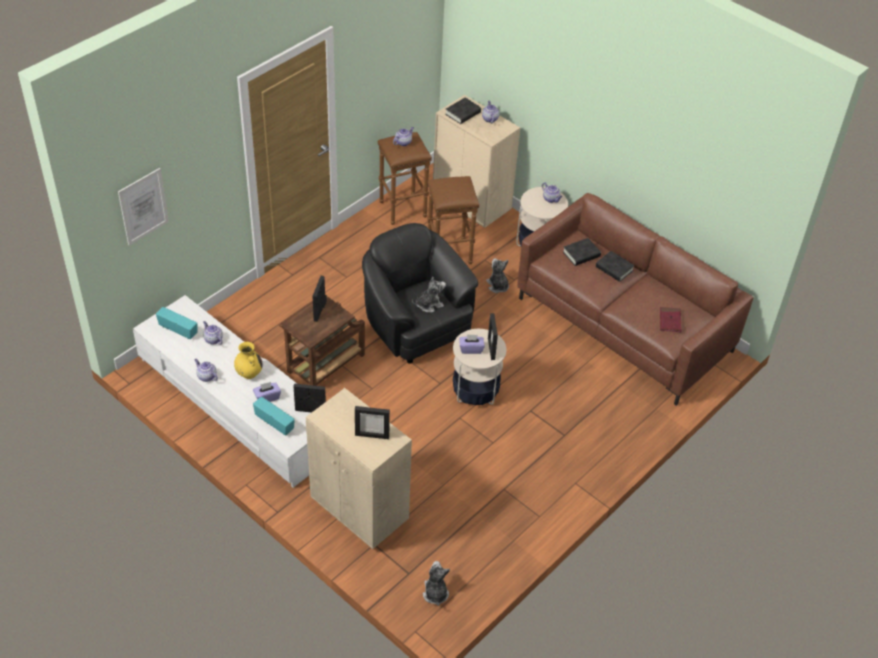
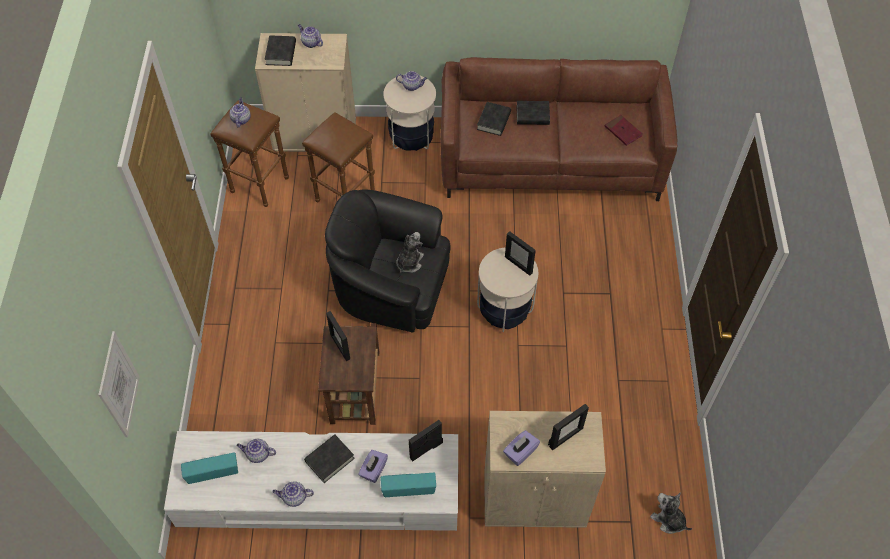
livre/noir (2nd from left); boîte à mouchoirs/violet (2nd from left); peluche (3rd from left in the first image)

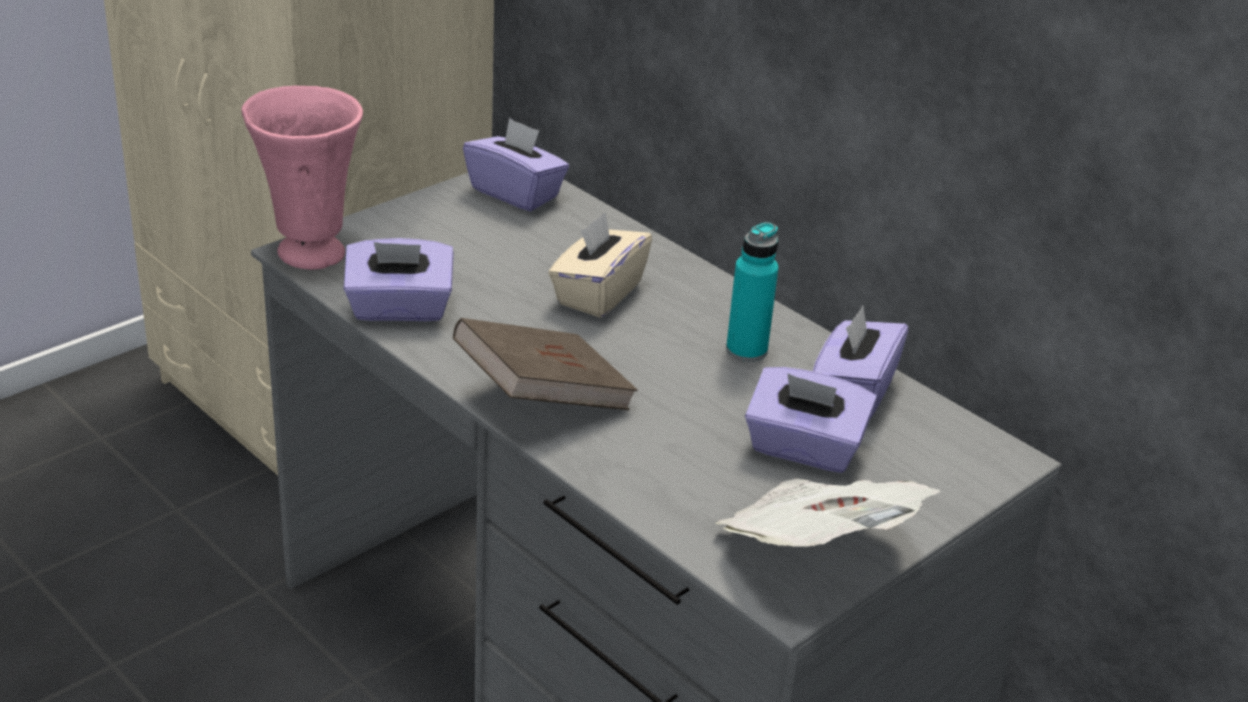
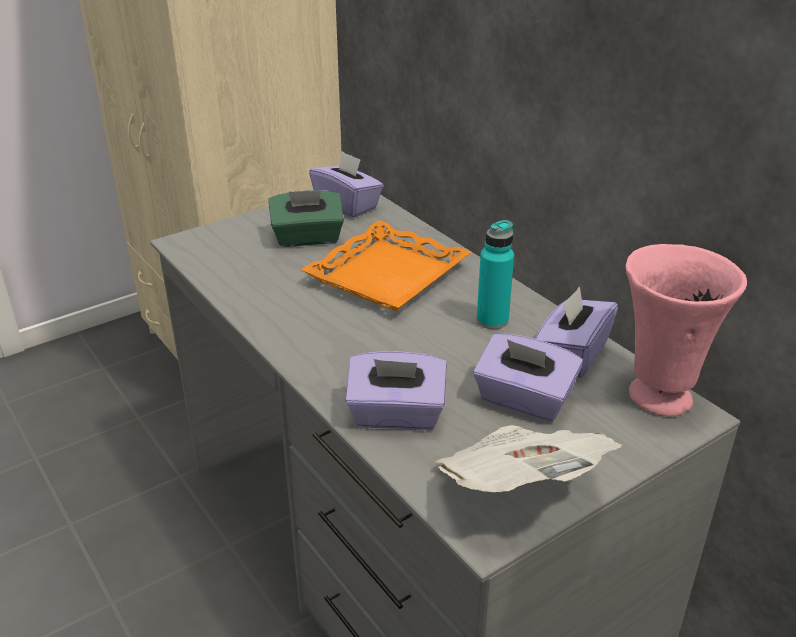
vase/rose; boîte à mouchoirs/violet (2nd from left); livre/marron; plateau/orange; boîte à mouchoirs/vert

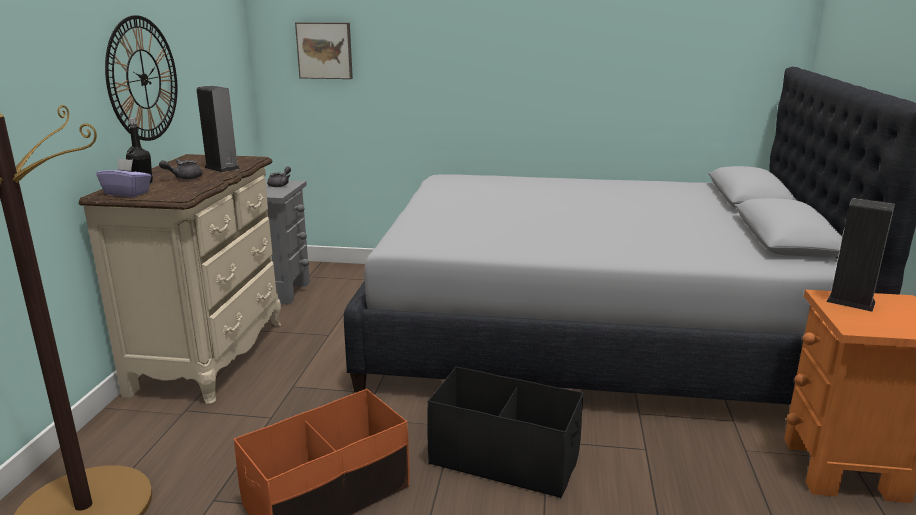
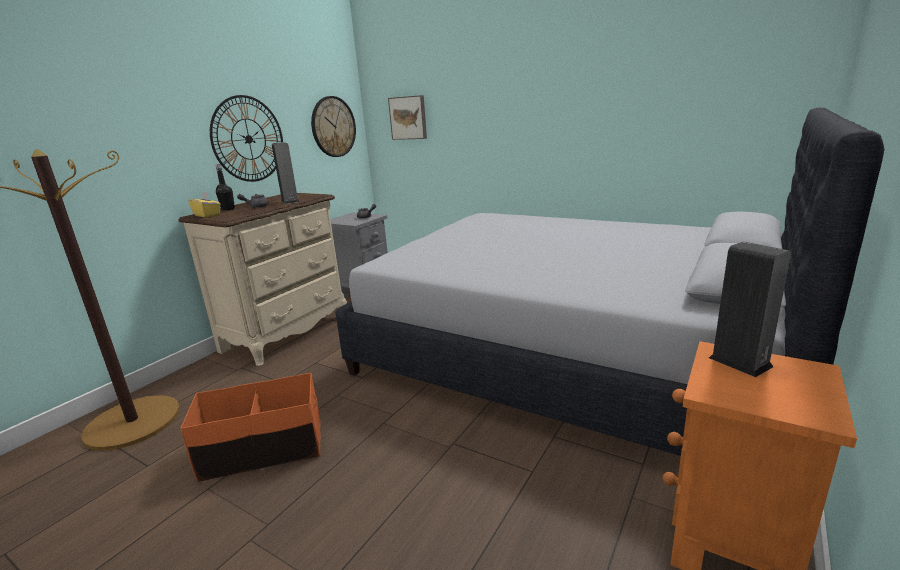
boîte à mouchoirs/jaune; boîte de rangement/noir; horloge murale (2nd from left)

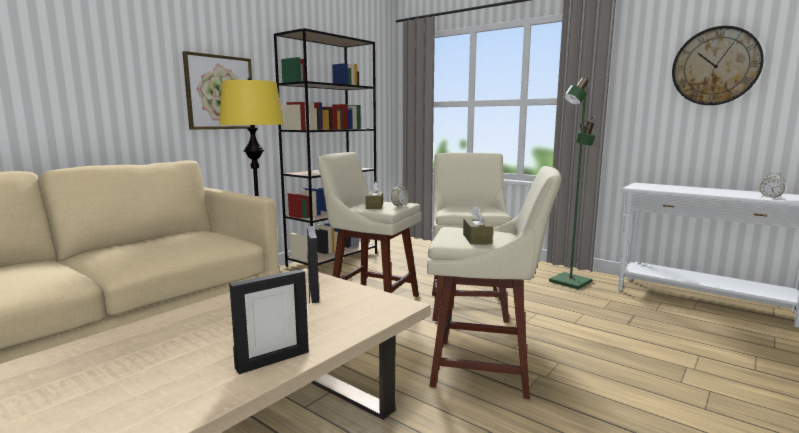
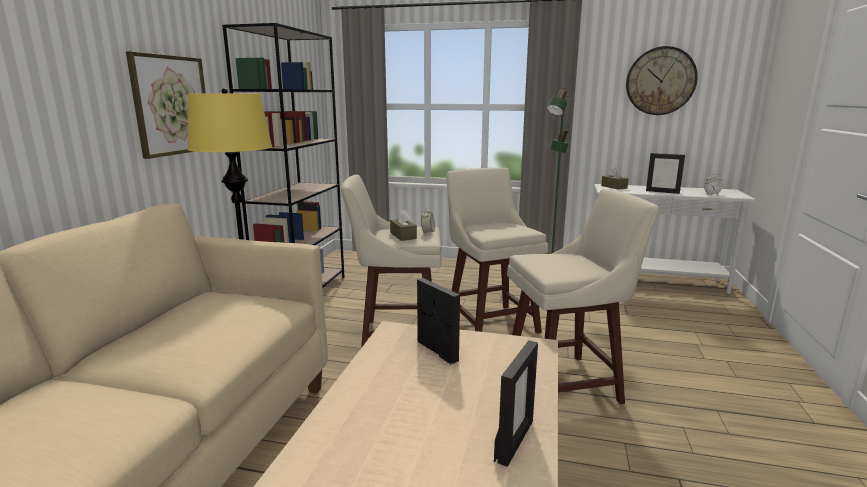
boîte à mouchoirs/marron (2nd from left); cadre photo (3rd from left)

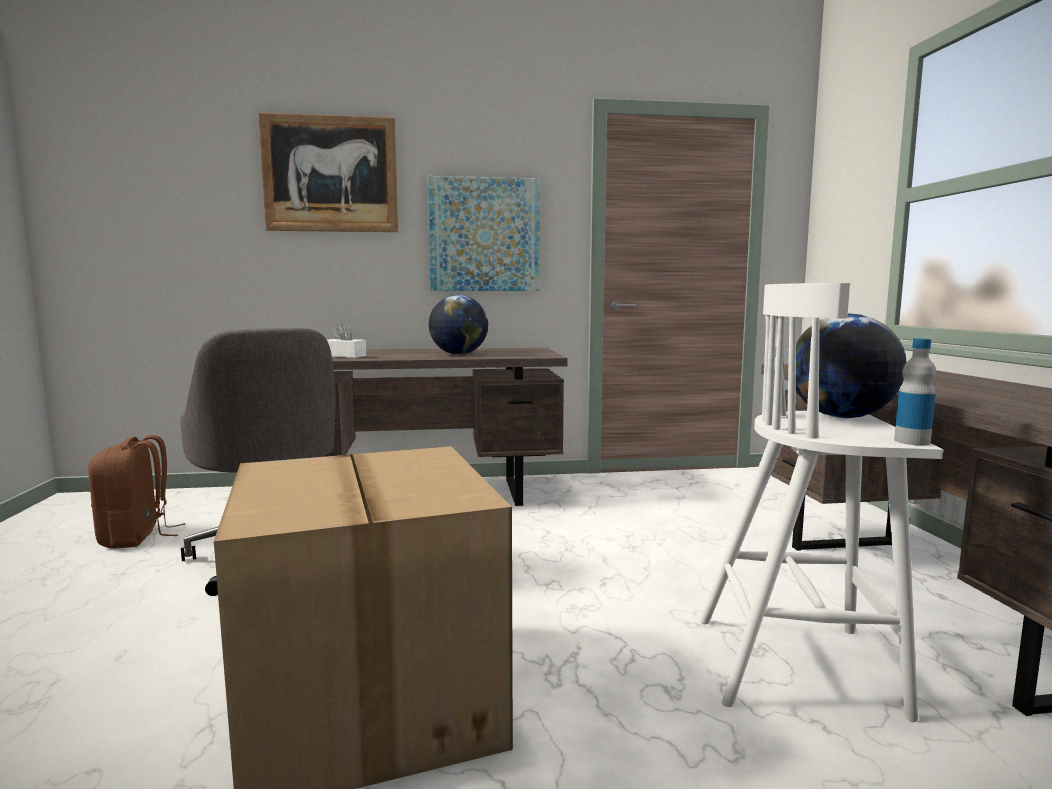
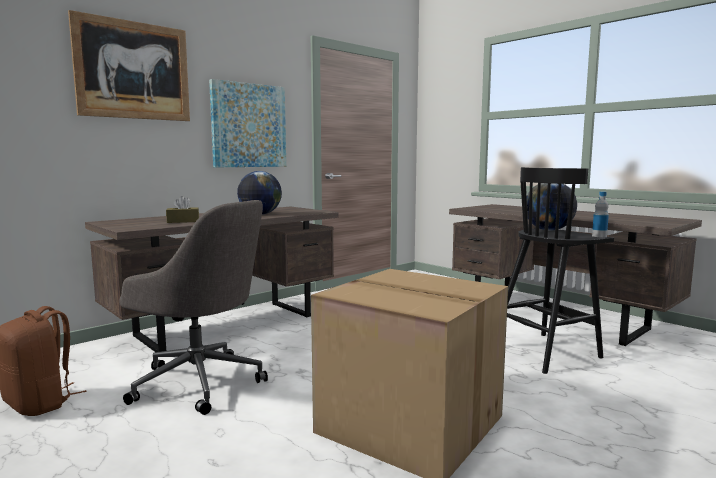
boîte à mouchoirs/marron; tabouret/noir

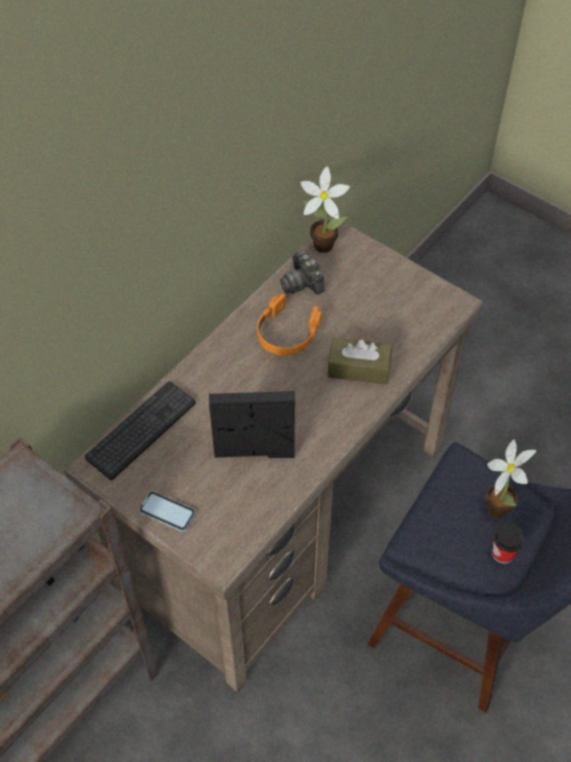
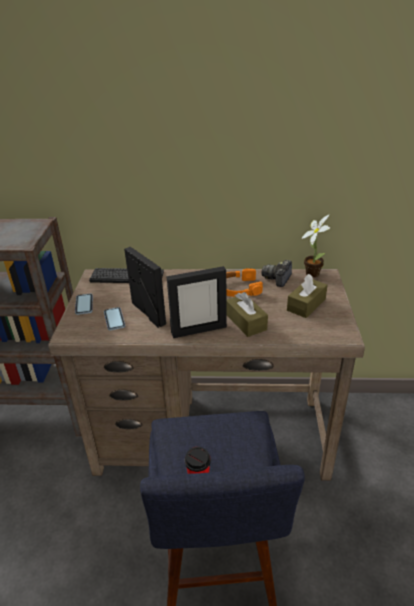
plante en pot (2nd from left in the first image); téléphone (2nd from left); cadre photo (2nd from left); boîte à mouchoirs/marron (2nd from left)

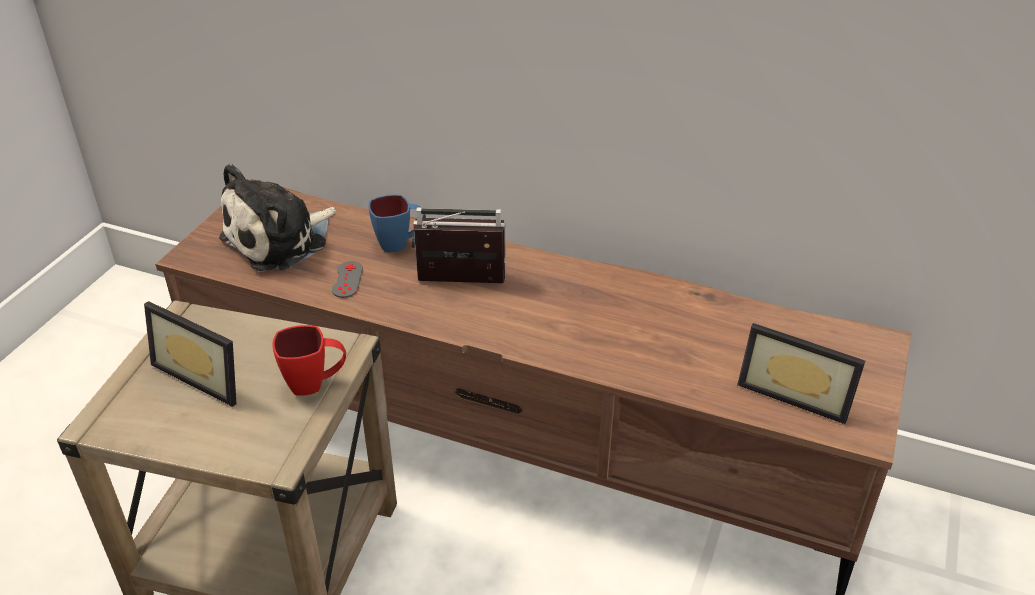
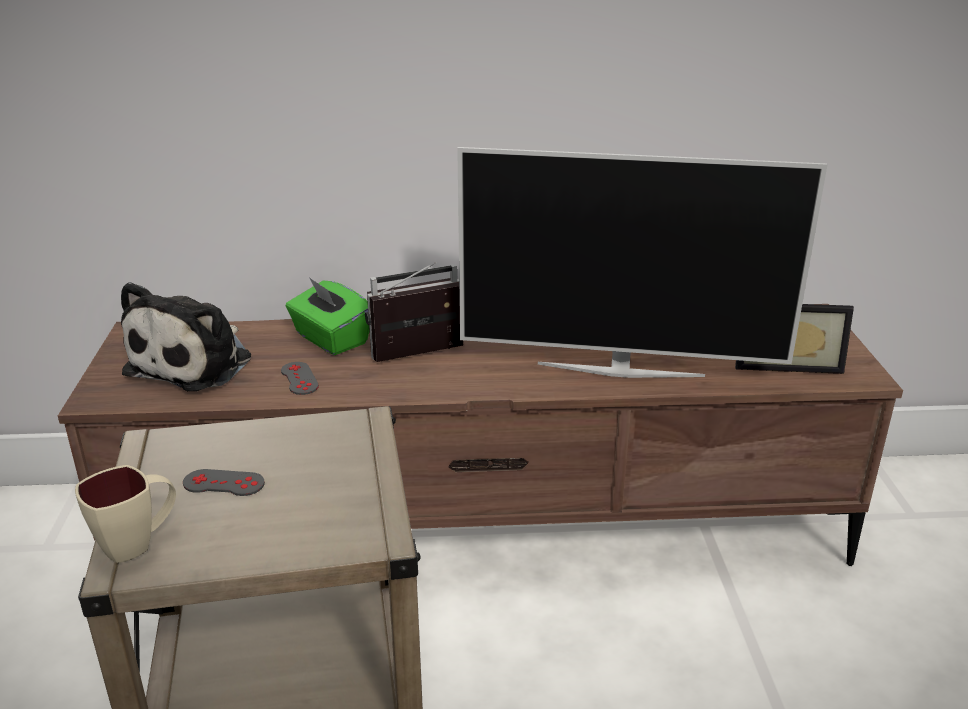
manette/gris (1st from left); mug/rouge; boîte à mouchoirs/vert; mug/beige; téléviseur

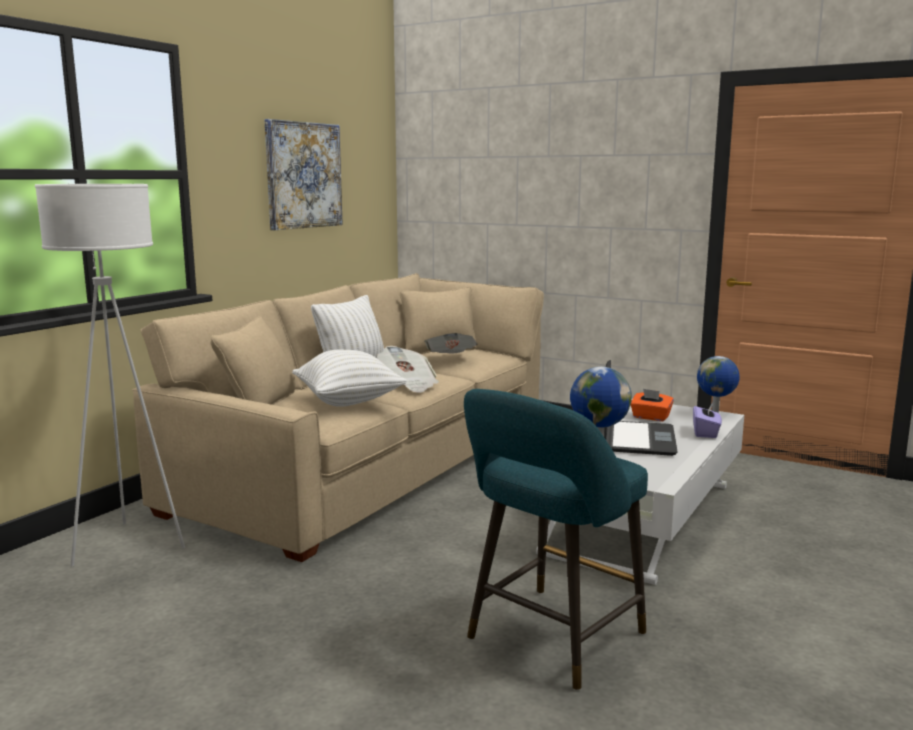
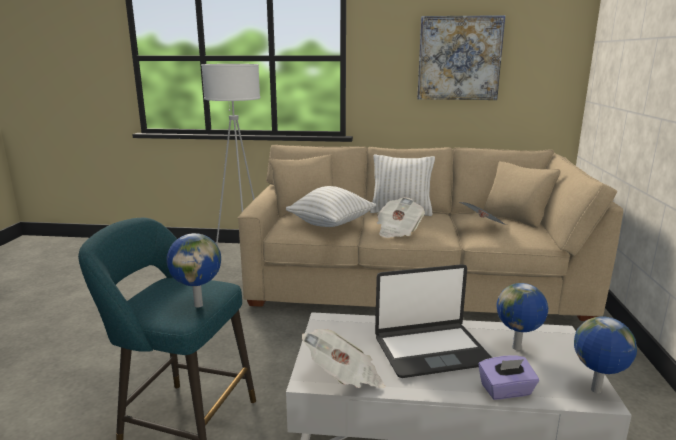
globe (2nd from left); journal (1st from left)

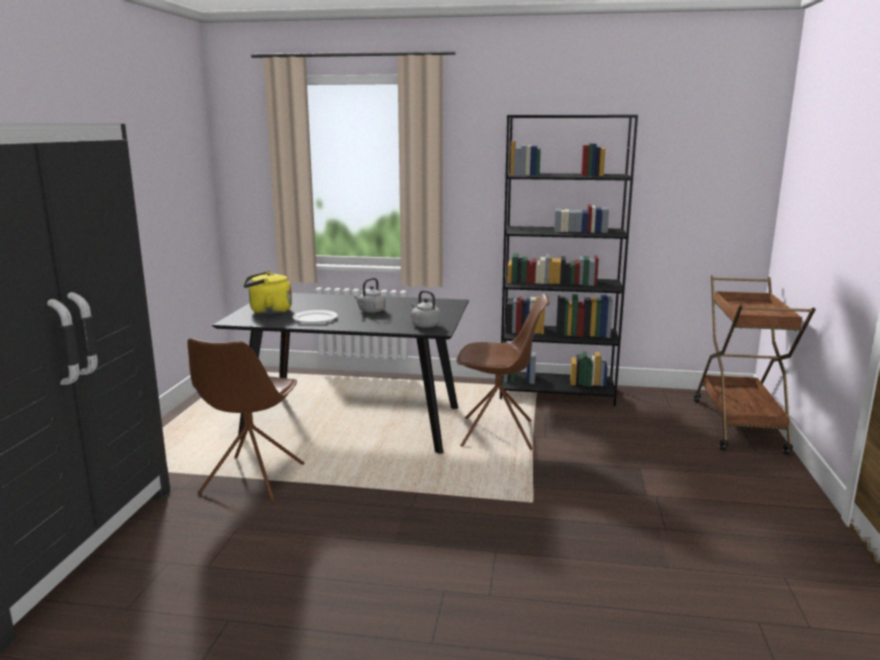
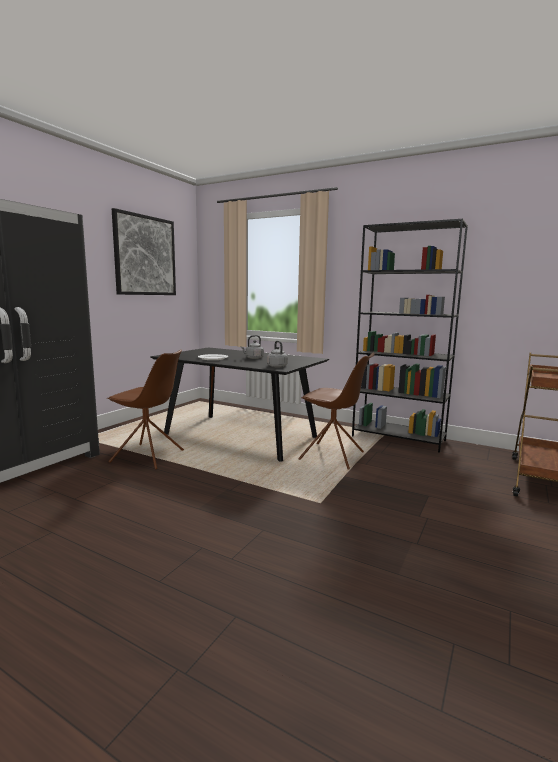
chaise/marron (1st from left); bouilloire/jaune; tableau

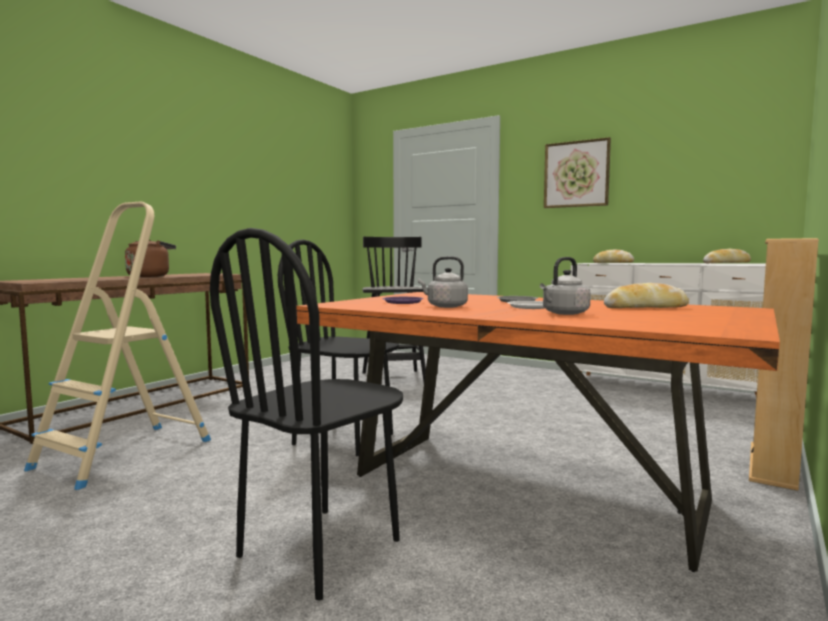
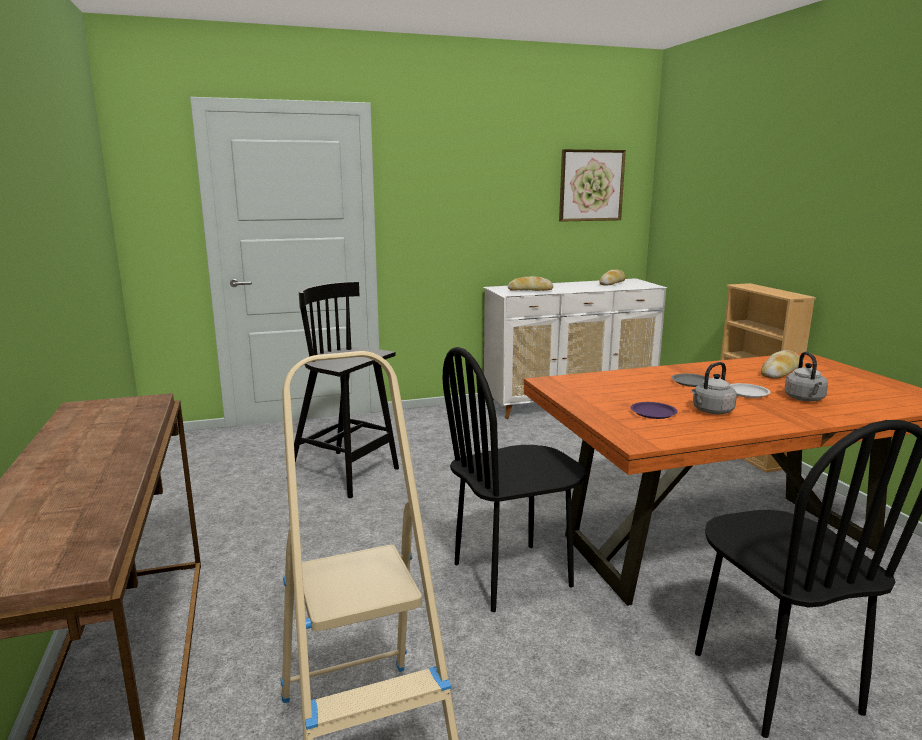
bouilloire/marron; tableau

